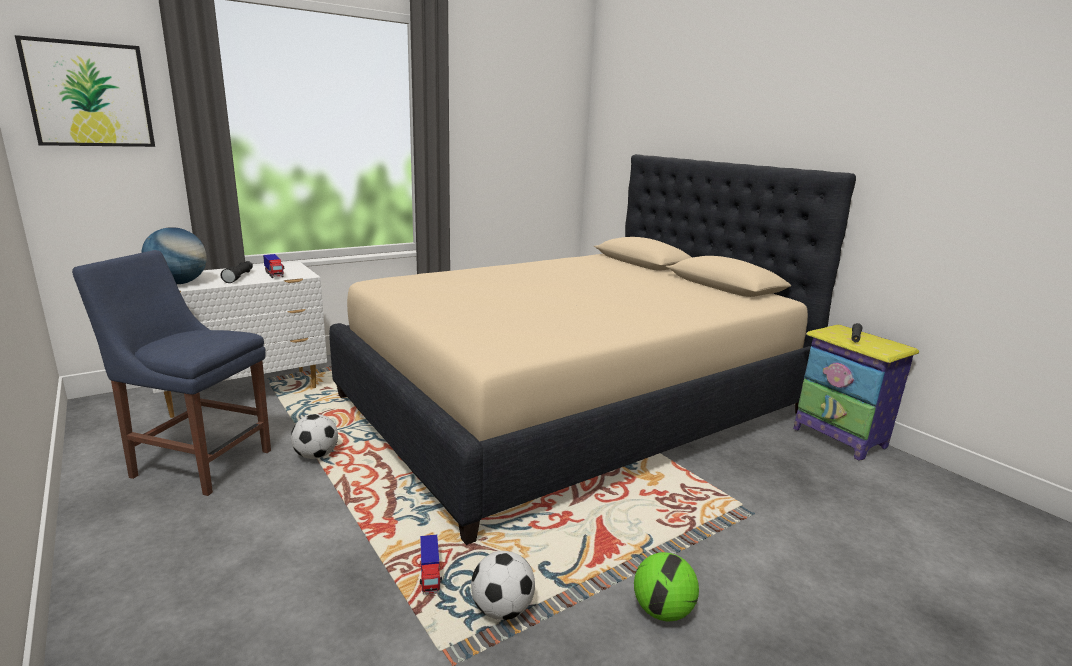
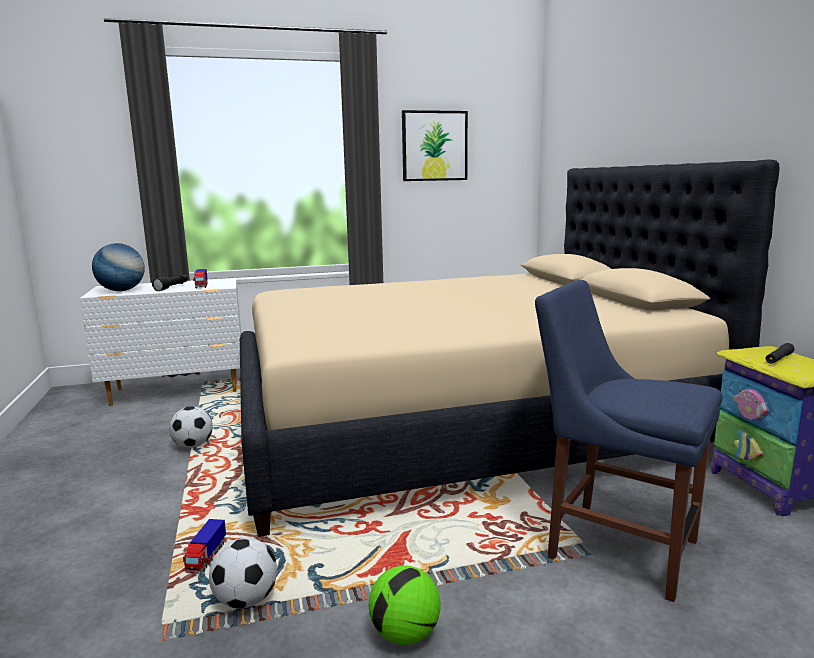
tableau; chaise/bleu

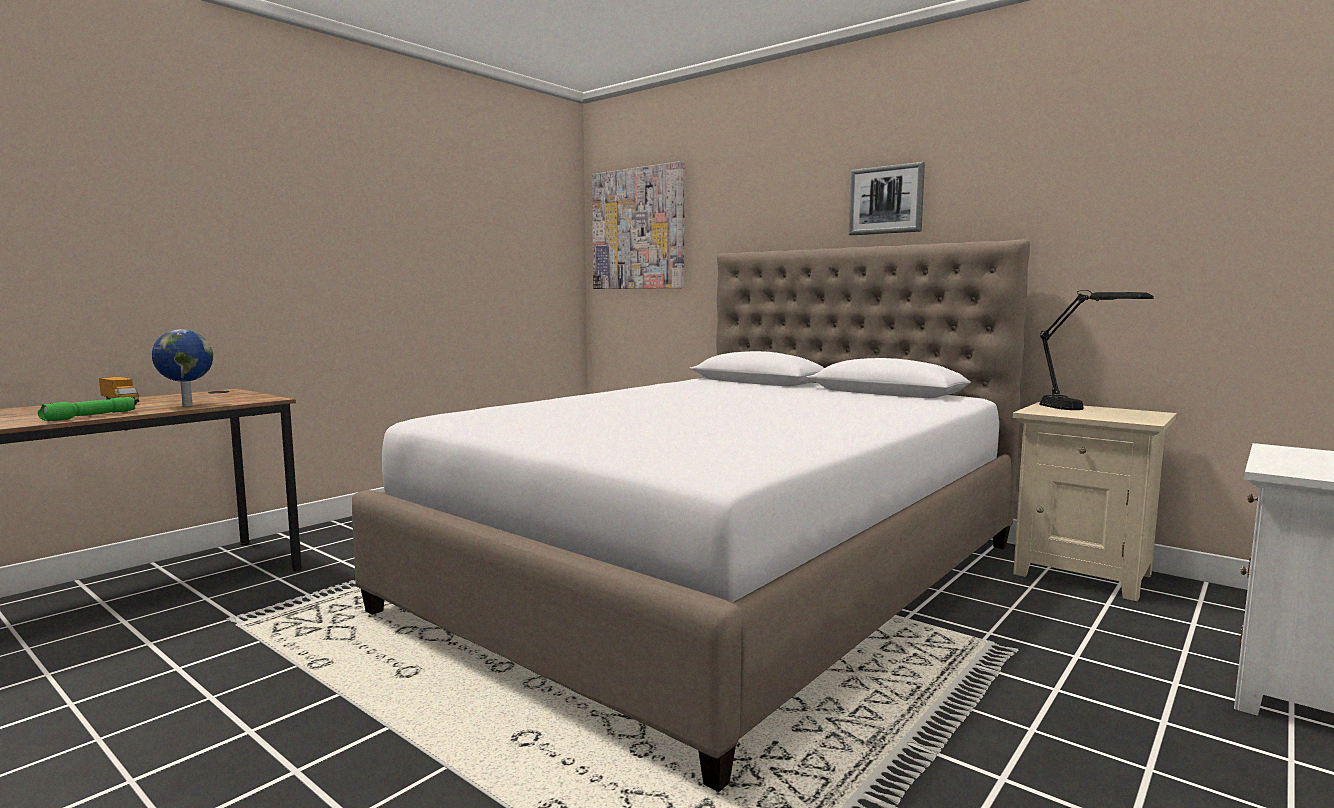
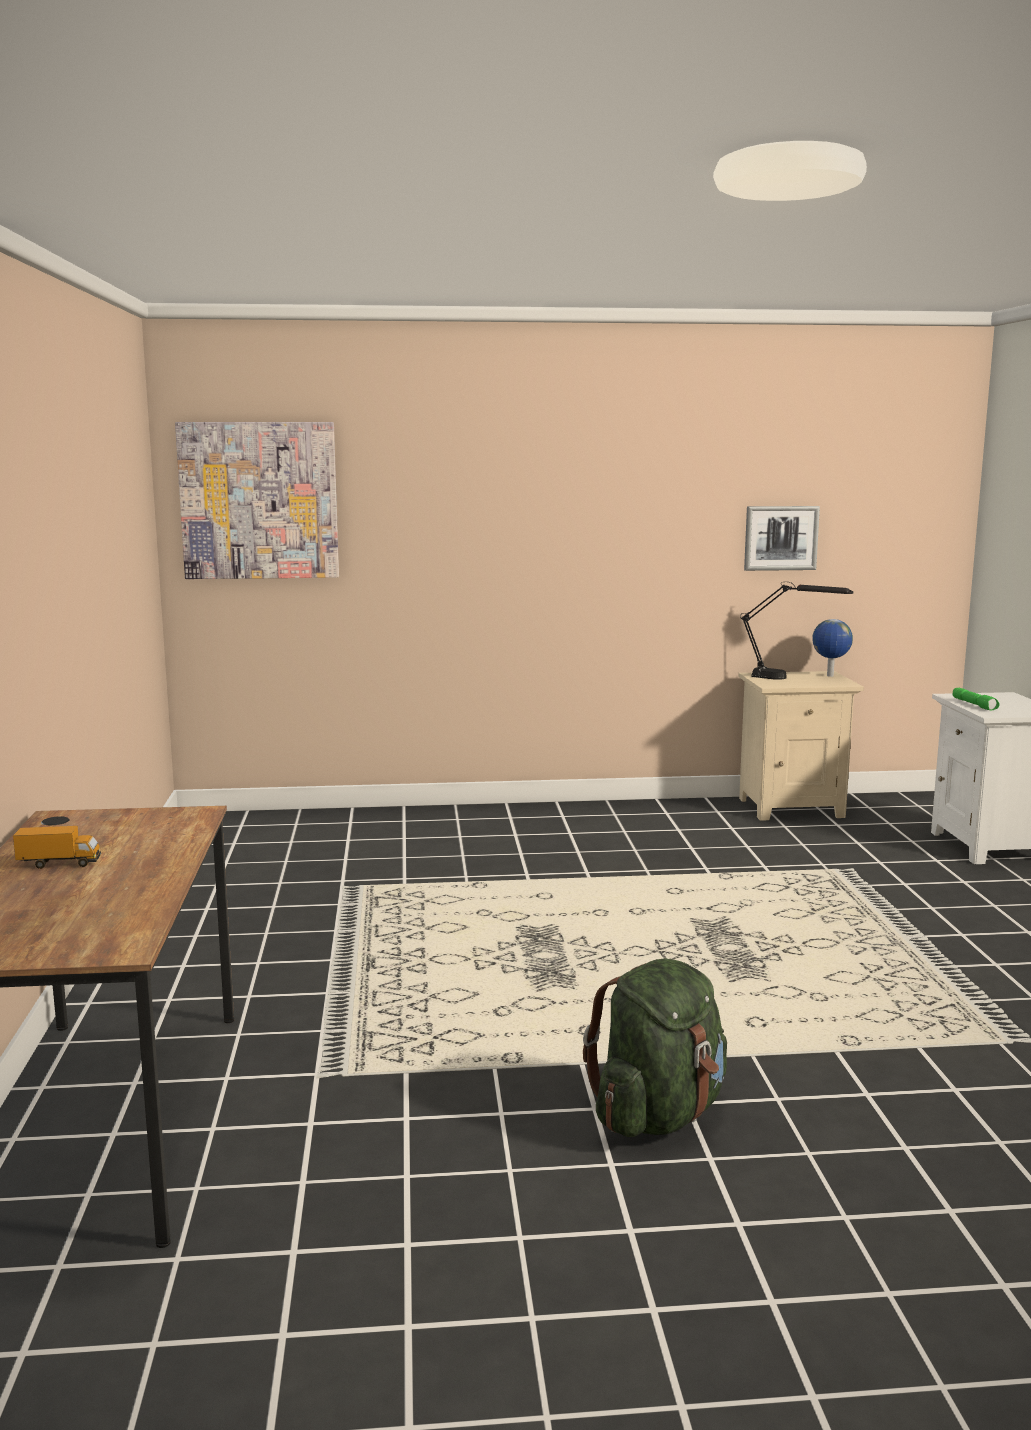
lampe de poche/vert; globe; lit/blanc; tableau (2nd from left); sac à dos/vert

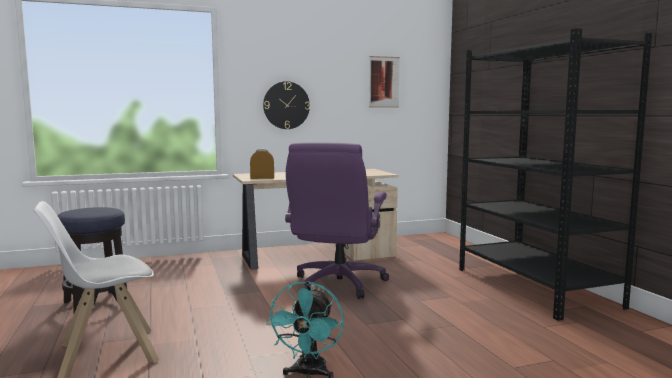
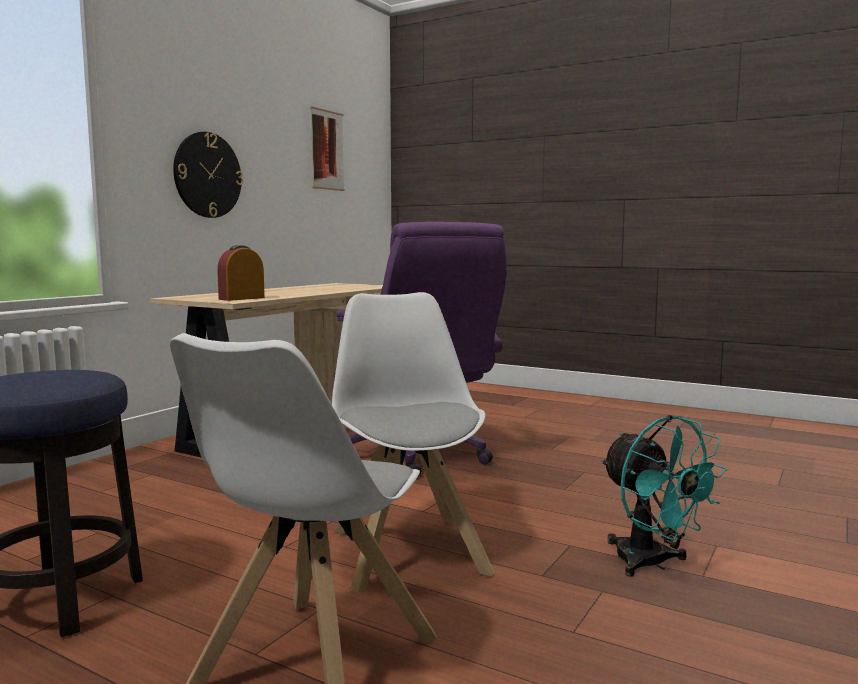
bibliothèque/noir; chaise (2nd from left)

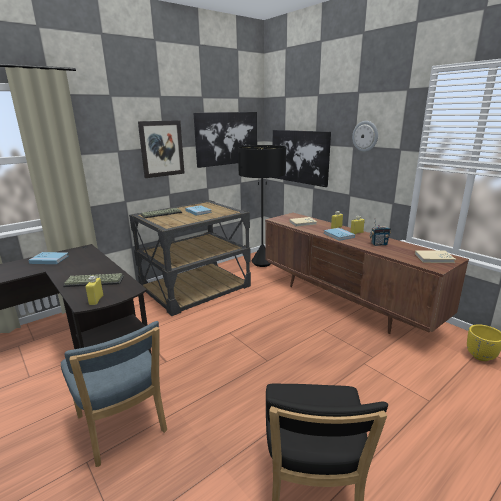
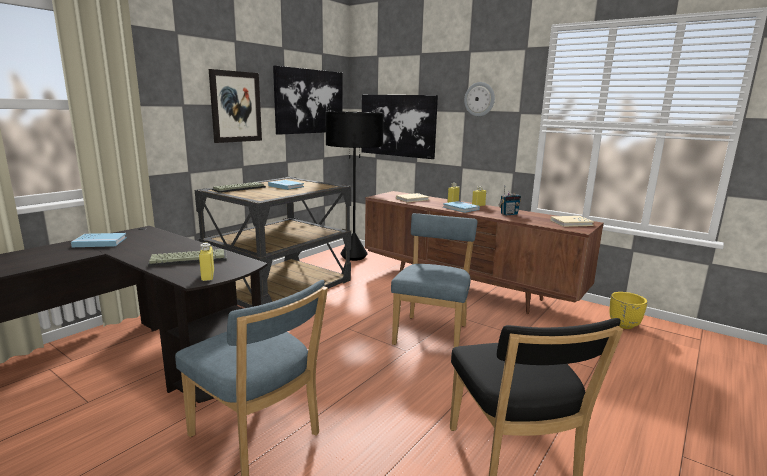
chaise/bleu (2nd from left)

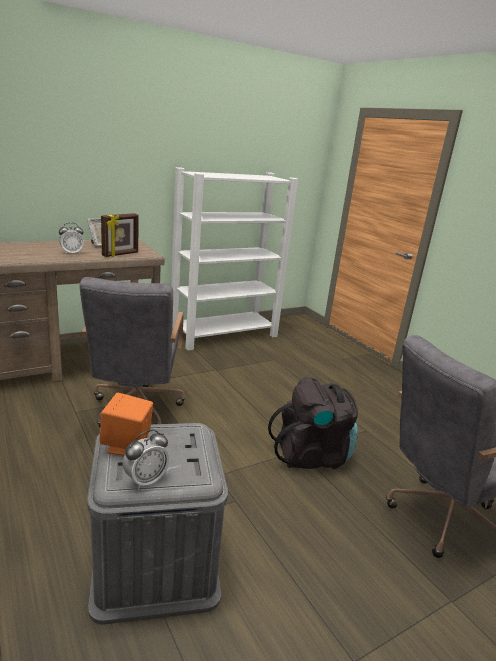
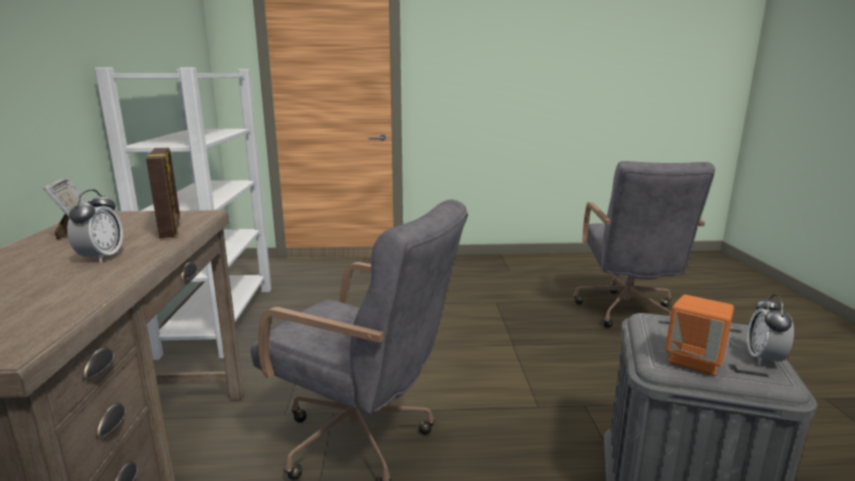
réveil (2nd from left); sac à dos/noir

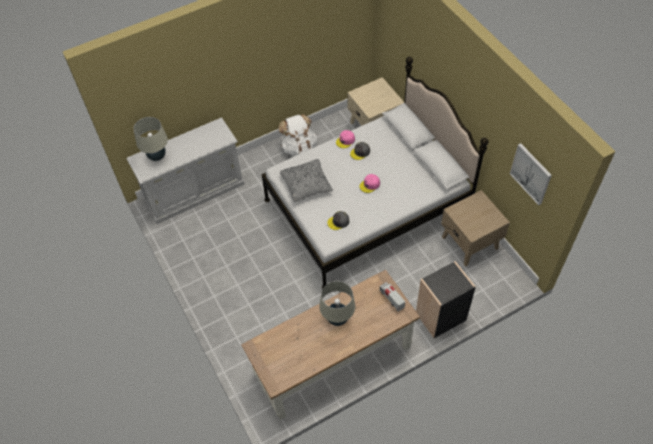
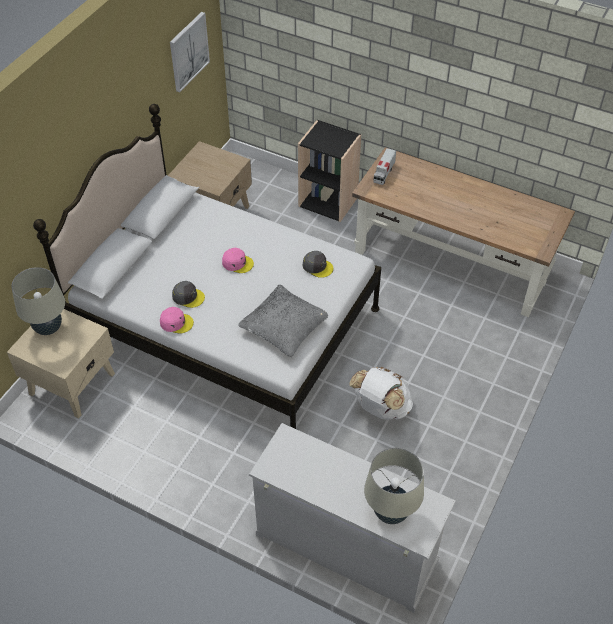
sac à dos/blanc; lampe de table/beige (1st from left)

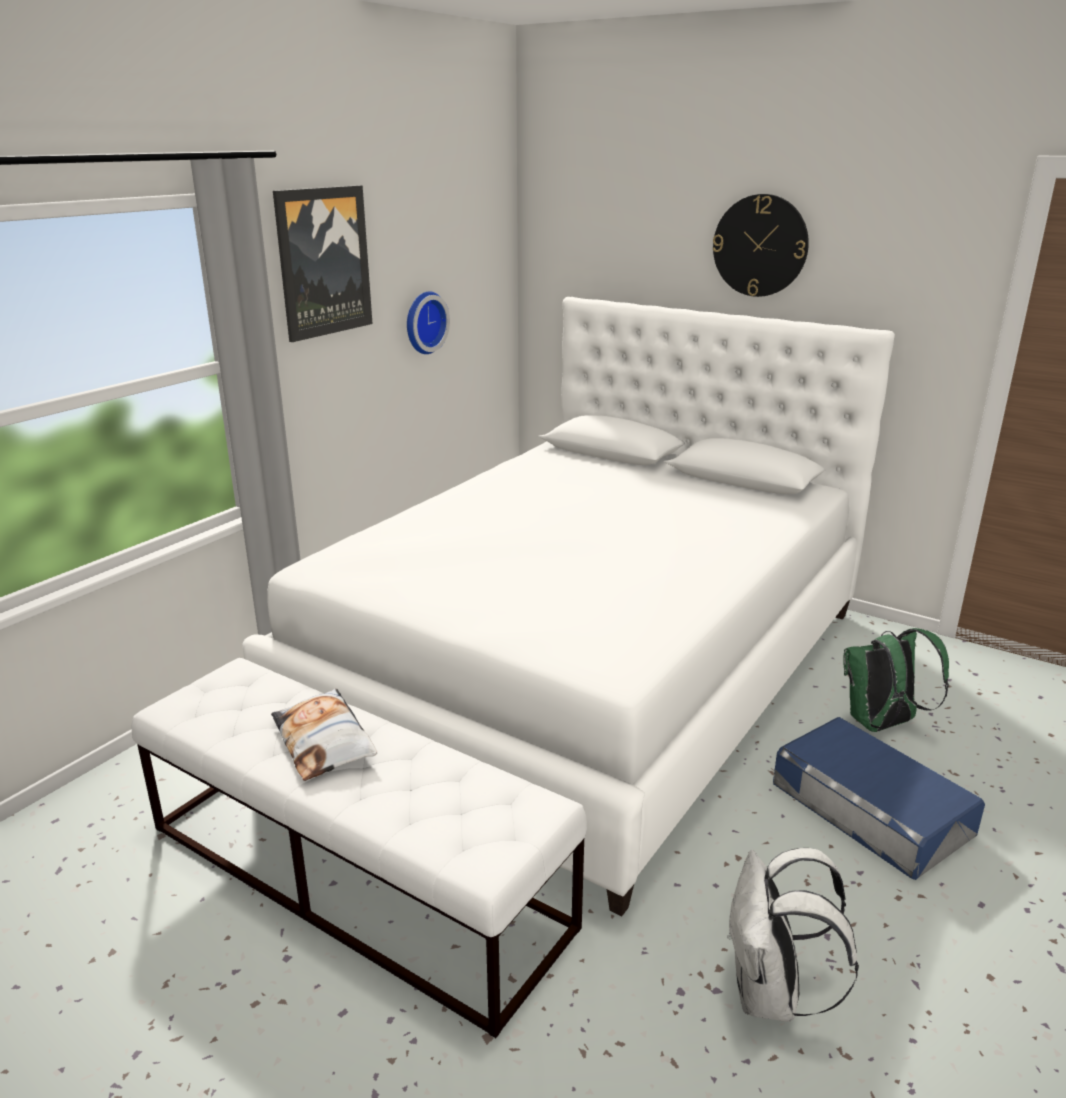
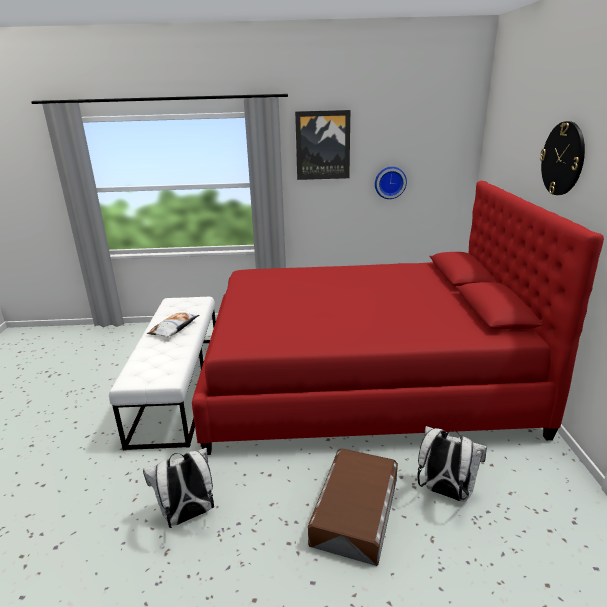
lit/rouge; boîte de rangement/marron; sac à dos/blanc (2nd from left)

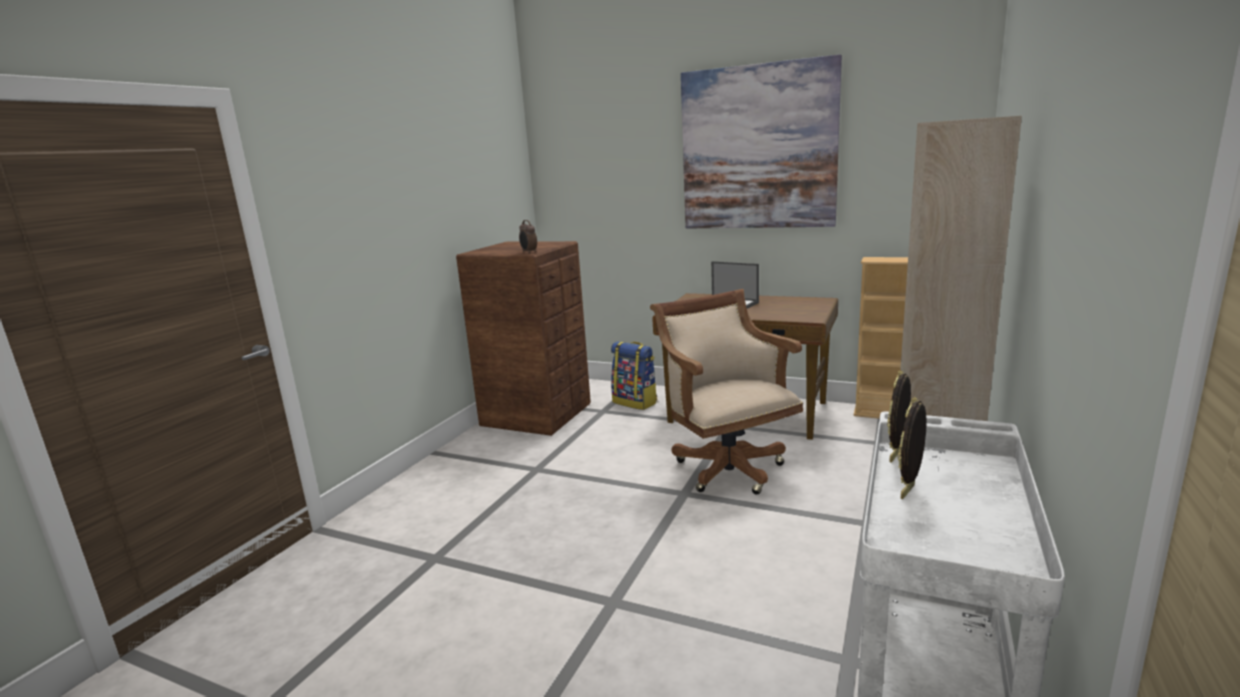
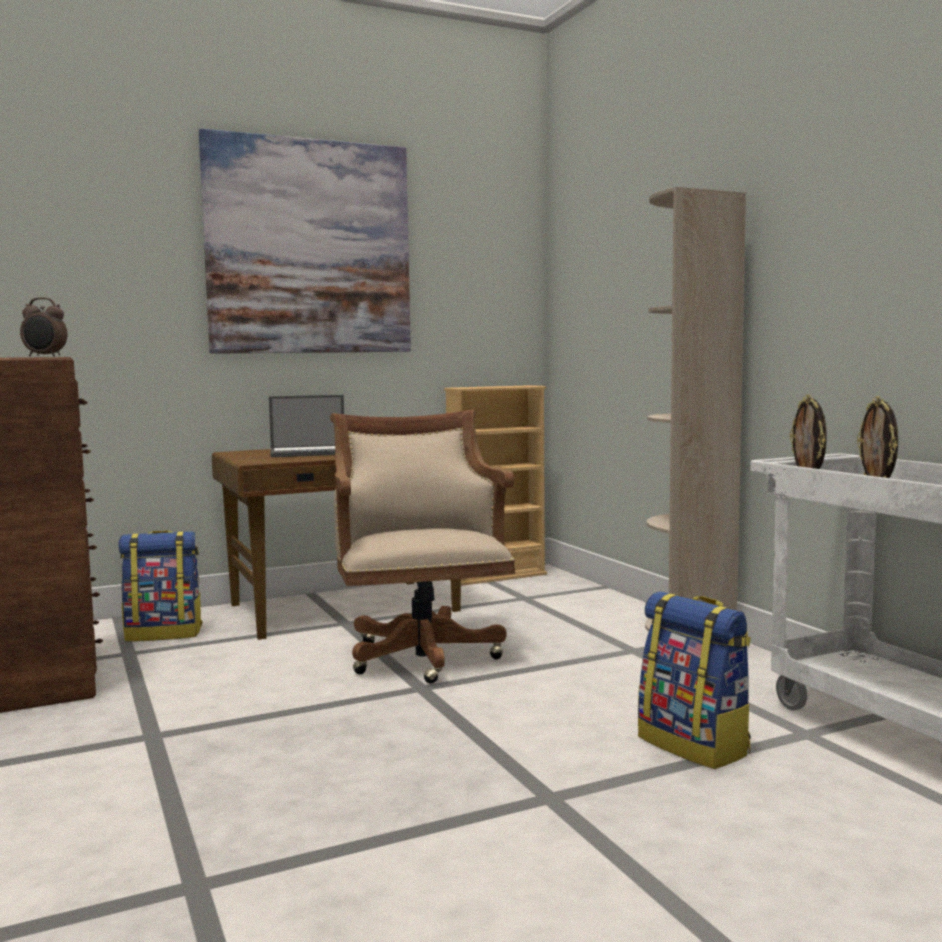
chaise de bureau; sac à dos (2nd from left)

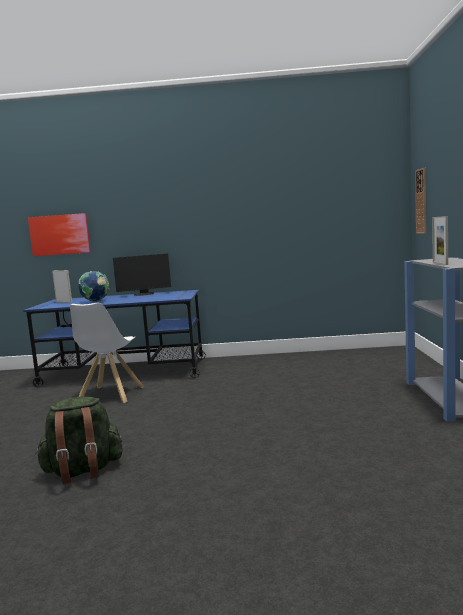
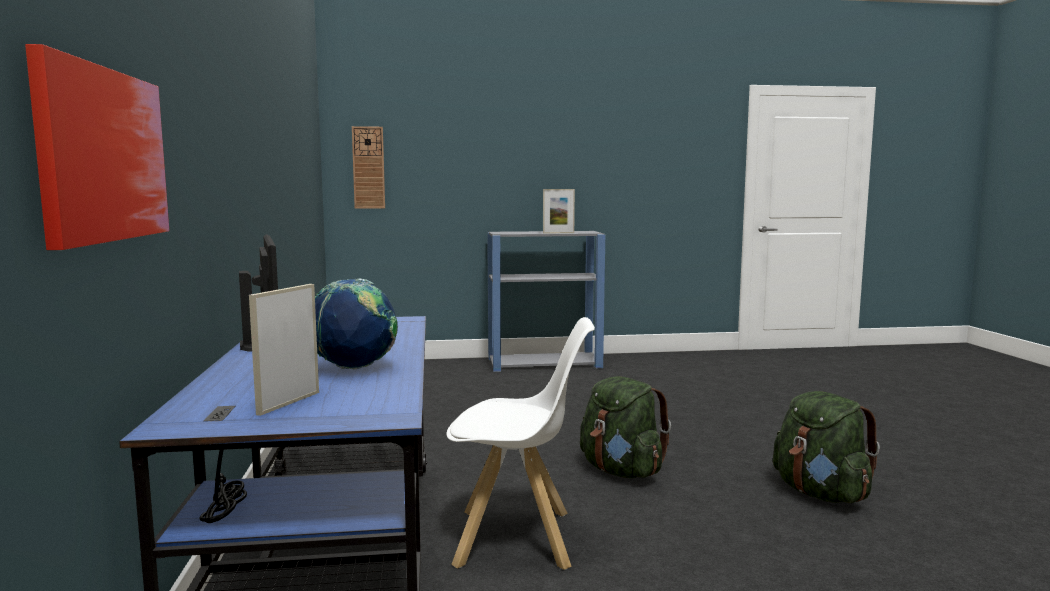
sac à dos/vert (1st from left)

